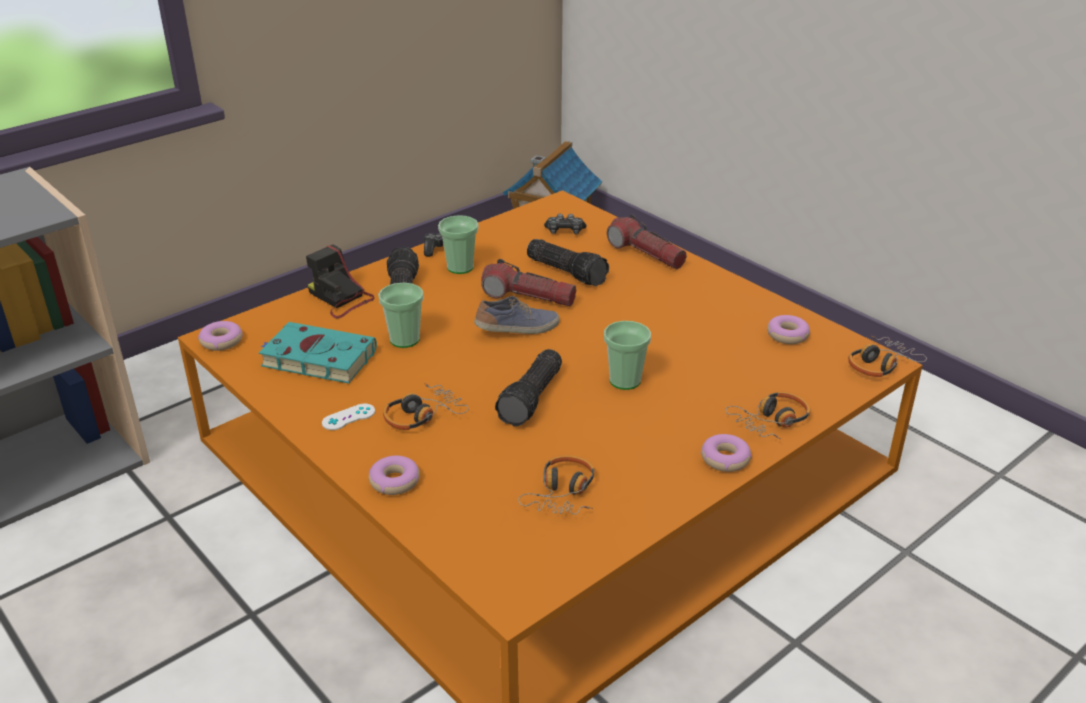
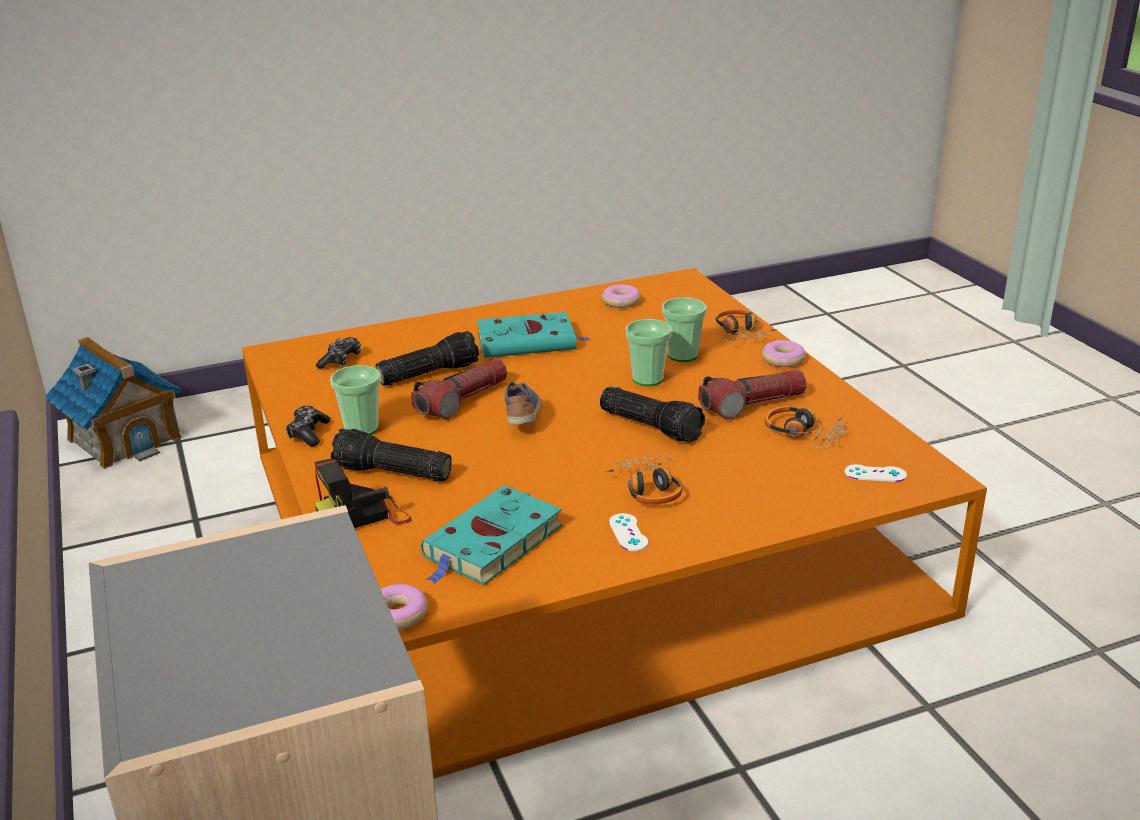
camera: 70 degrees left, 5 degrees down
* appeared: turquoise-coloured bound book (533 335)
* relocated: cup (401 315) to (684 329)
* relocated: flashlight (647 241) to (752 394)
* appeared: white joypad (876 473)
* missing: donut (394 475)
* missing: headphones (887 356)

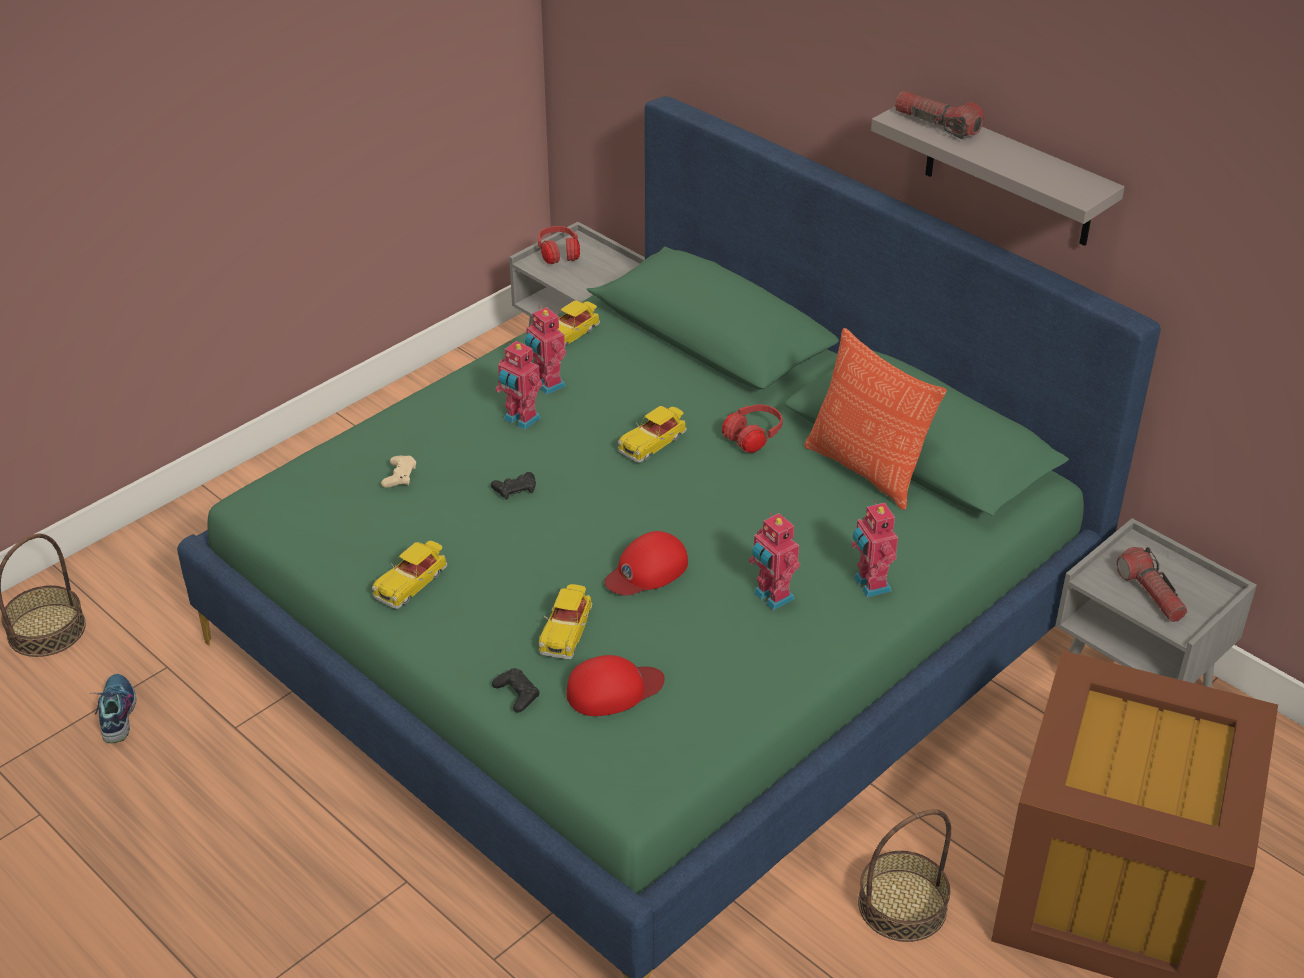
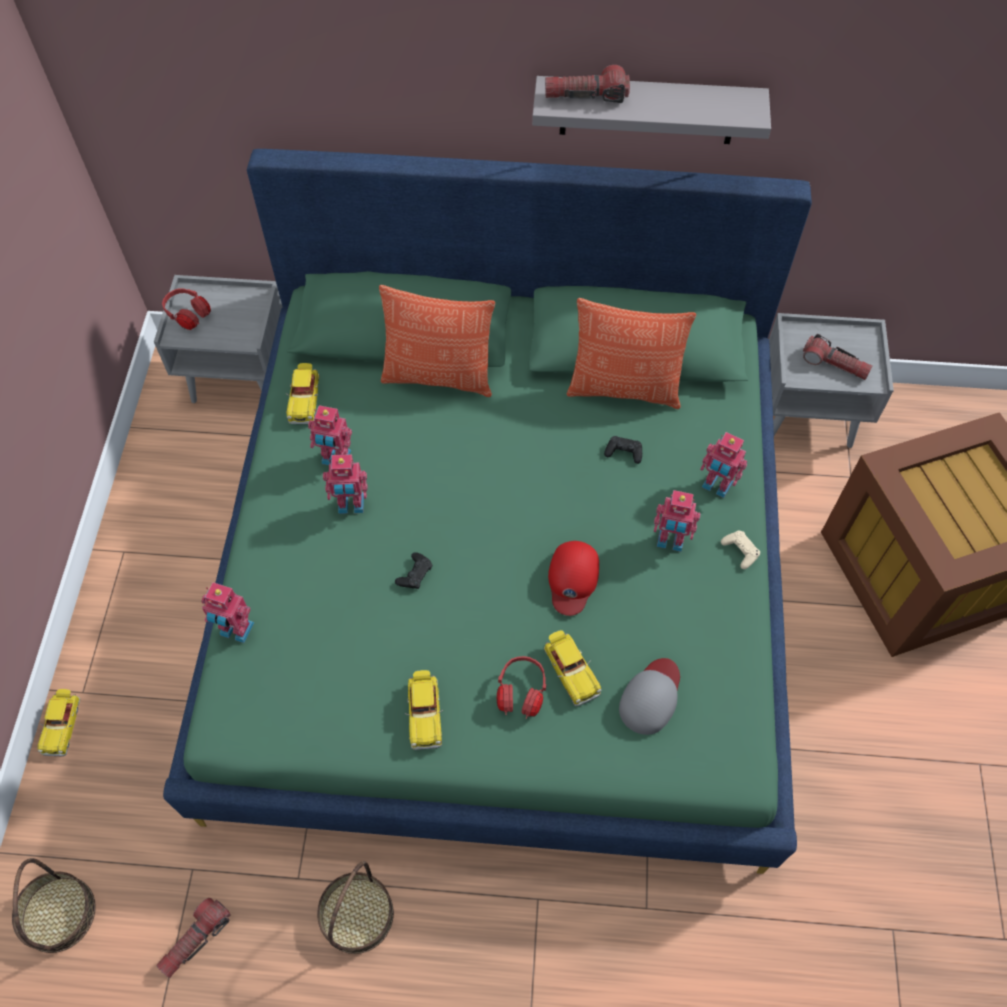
camera: 40 degrees left, 20 degrees up
* relocated: model car (652 434) to (58 722)
* exchanged: shoe (113 708) to flashlight (193 938)
* appeared: toy robot (227 612)
* relocated: basket (904 875) to (355 907)
* appeared: orange-coloured pillow (437 341)
* relocated: red-coloured headphones (752 428) to (521 687)
* relocated: black-coloured joypad (515 690) to (623 450)
* colour: red-coloured baseball cap (615 685) to grey baseball cap (649 696)
* relocated: beige joypad (398 472) to (740 550)

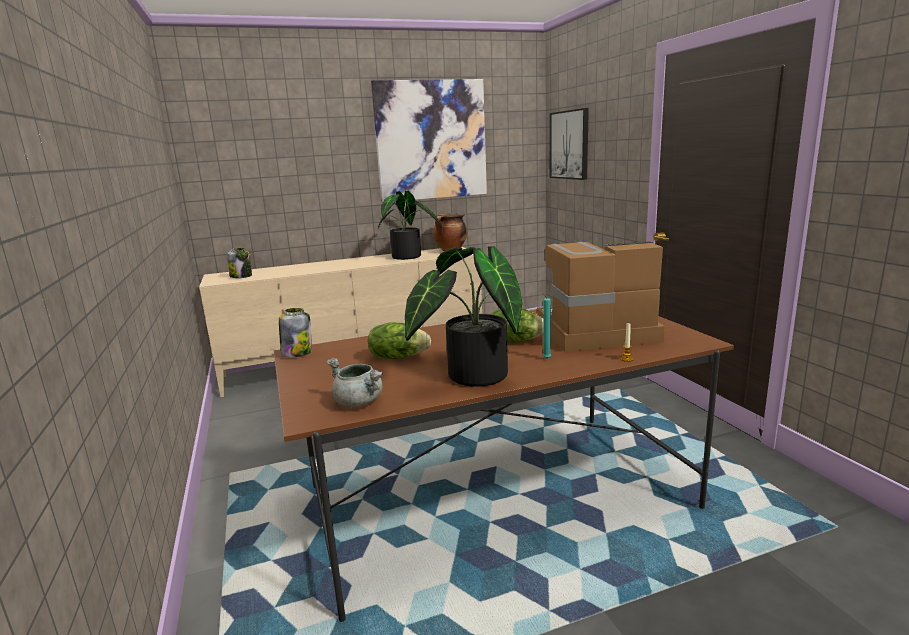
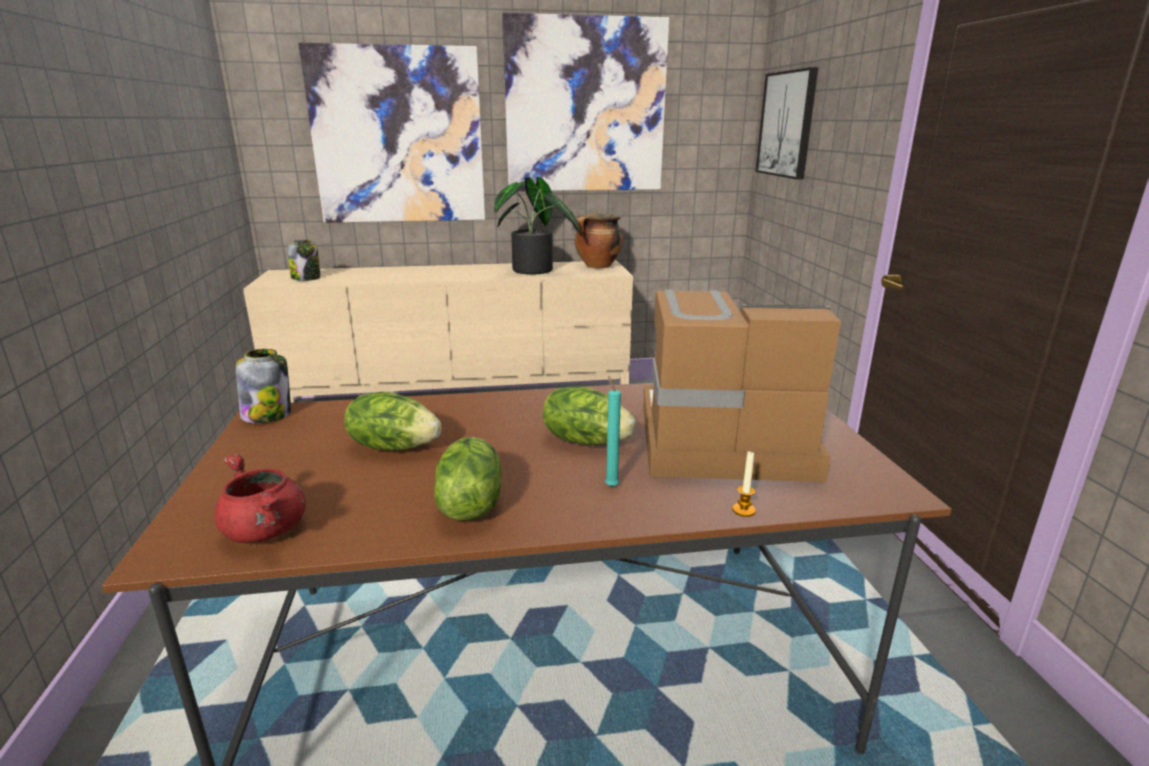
camera: 10 degrees right, 5 degrees up
* colour: grey cooking pot (354 382) to red-coloured cooking pot (260 498)
* appeared: wall art (391 133)
* exchanged: houseplant (463 316) to lettuce head (467 479)

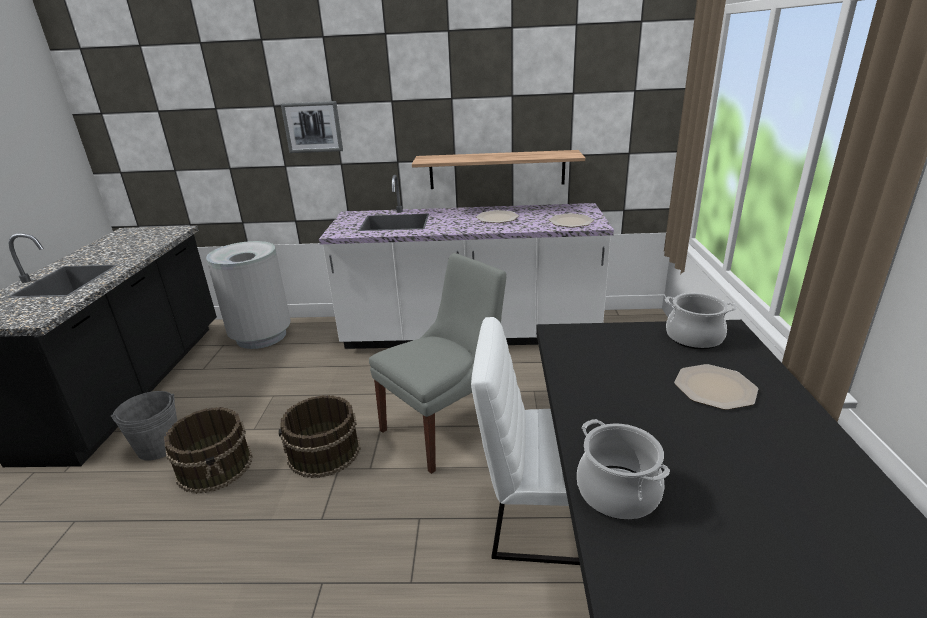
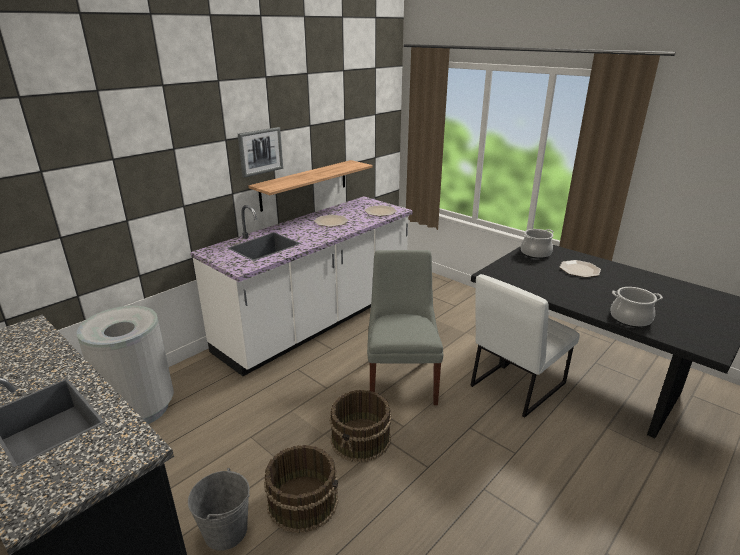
camera: 50 degrees left, 0 degrees up
* relocated: wall art (312 127) to (260 152)

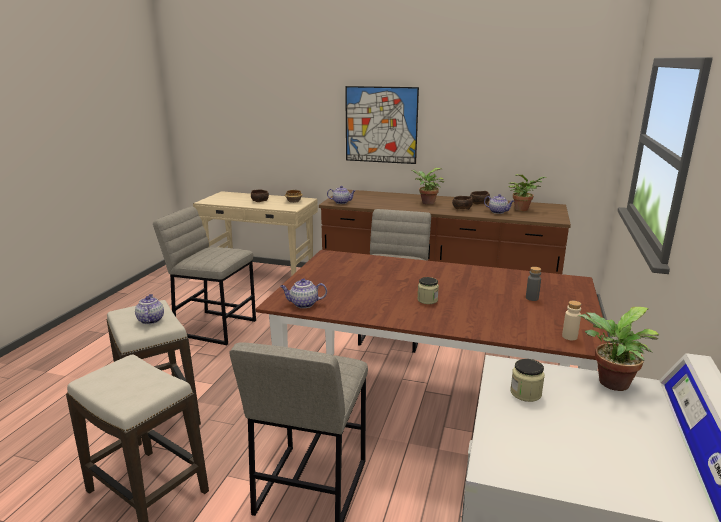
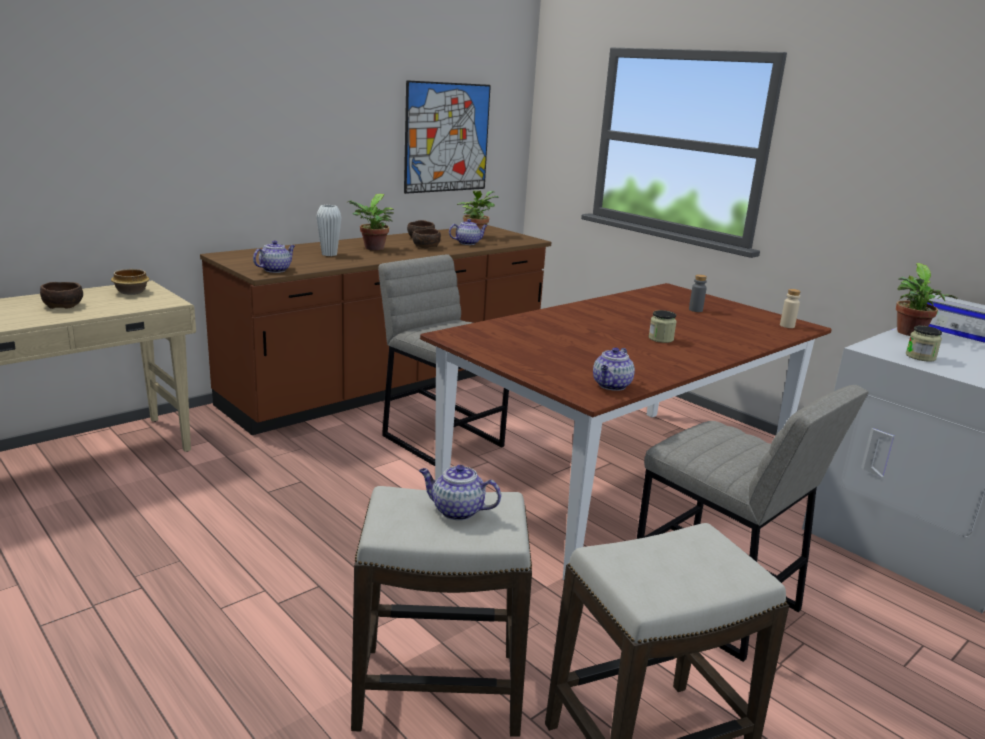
camera: 60 degrees left, 0 degrees up
* appeared: white flower vase (328 230)
* relocated: wall art (382 125) to (447 137)
* missing: grey chair (204 275)

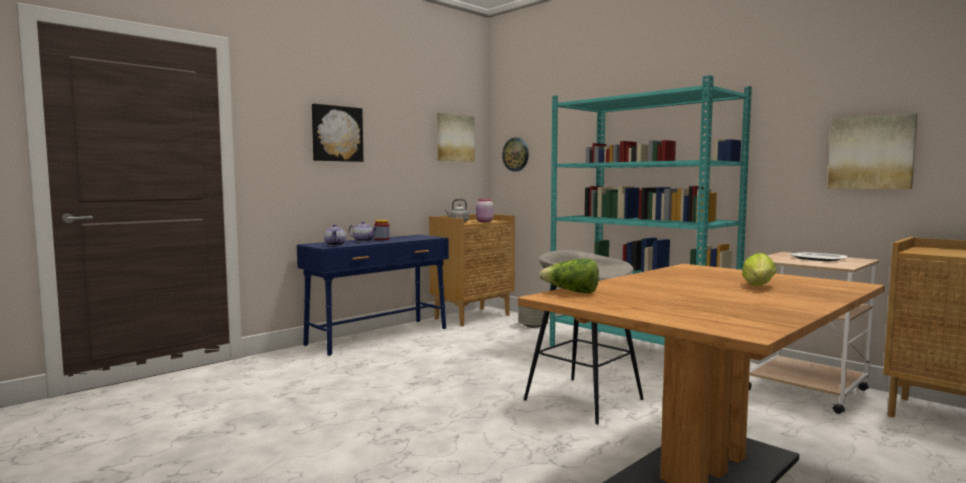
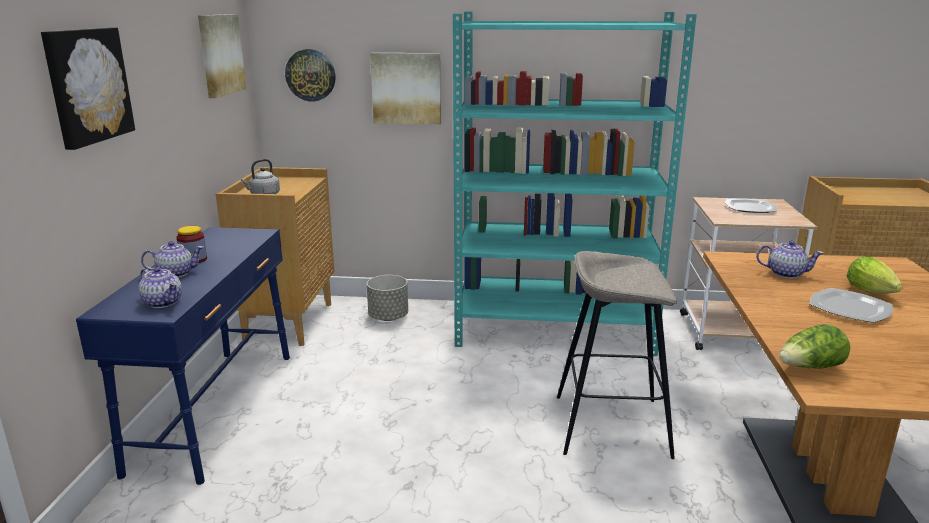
camera: 40 degrees left, 15 degrees up
* relocated: wall art (873 151) to (405 89)
* appeared: tea pot (790 259)
* appeared: flat dish (851 305)
* missing: pinkish preserve jar (484 210)

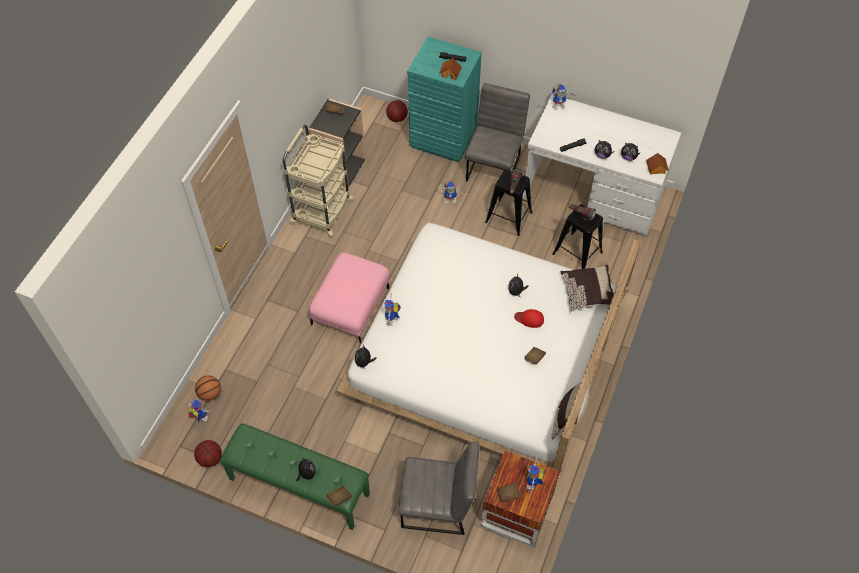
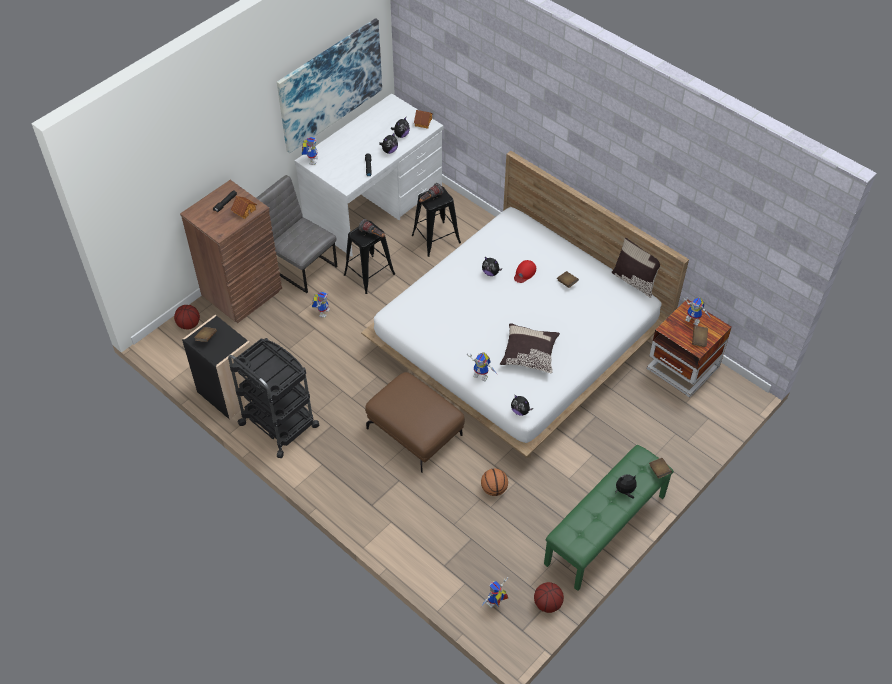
camera: 70 degrees left, 5 degrees down
* colour: turquoise-coloured chest of drawers (444 99) to brownish chest of drawers (231 251)
* colour: beige wheeled cart (318 181) to black-coloured wheeled cart (273 398)
* appeared: wall art (329 85)
* colour: pinkish footrest (349 298) to brownish footrest (415 422)
* relocated: basketball (208 388) to (494 482)
* relocated: pillow (589 288) to (530 348)
* missing: grey chair (438 488)

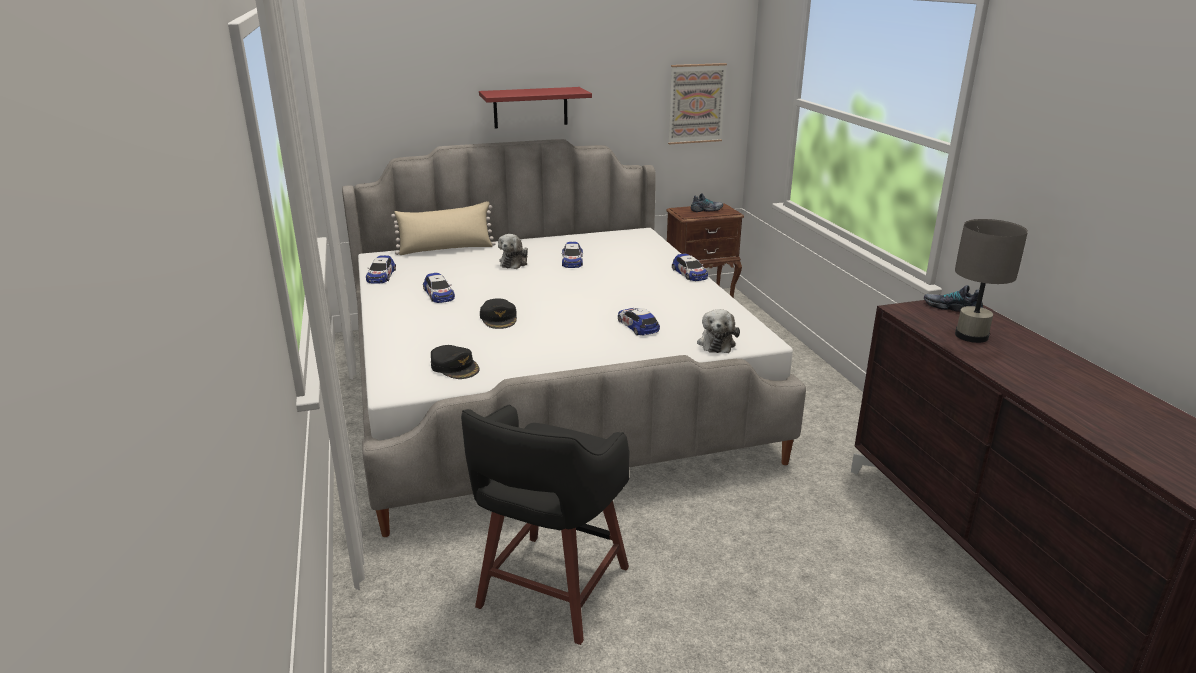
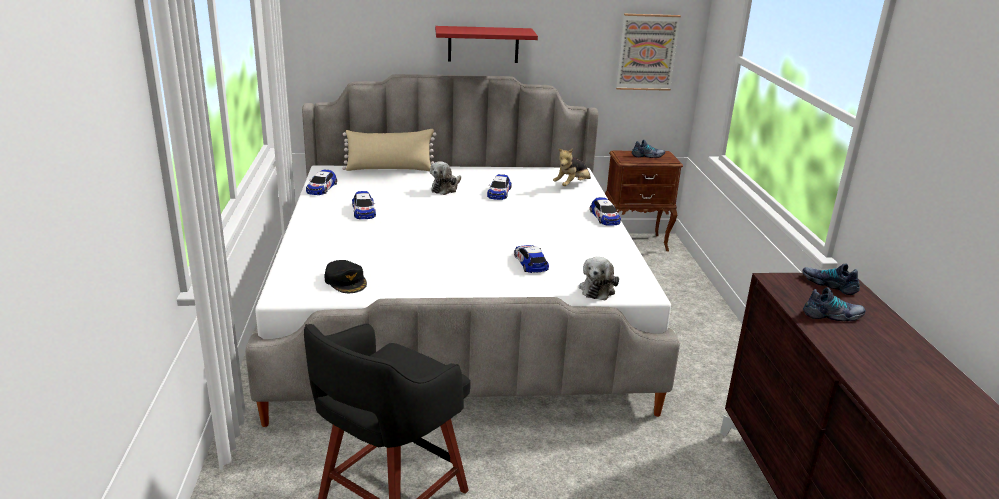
camera: 10 degrees right, 0 degrees up
* appeared: plush toy (572 167)
* exchanged: grey lamp for a table (991 281) to shoe (834 304)
* missing: black-coloured baseball cap (498 313)

